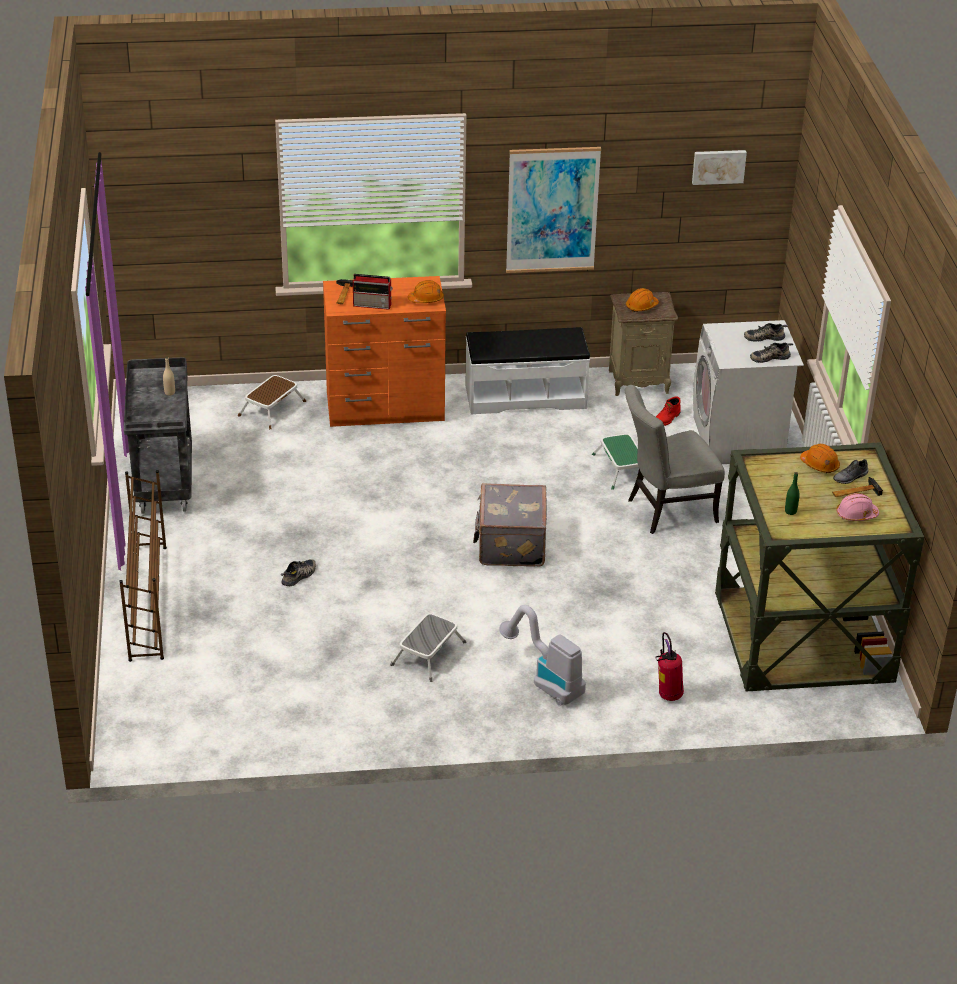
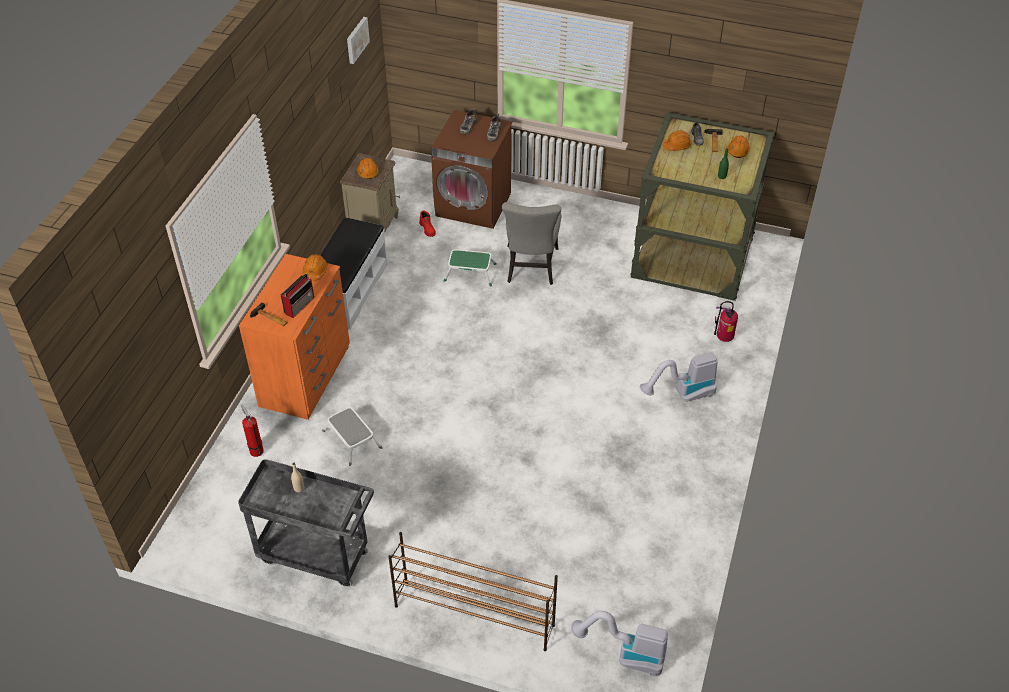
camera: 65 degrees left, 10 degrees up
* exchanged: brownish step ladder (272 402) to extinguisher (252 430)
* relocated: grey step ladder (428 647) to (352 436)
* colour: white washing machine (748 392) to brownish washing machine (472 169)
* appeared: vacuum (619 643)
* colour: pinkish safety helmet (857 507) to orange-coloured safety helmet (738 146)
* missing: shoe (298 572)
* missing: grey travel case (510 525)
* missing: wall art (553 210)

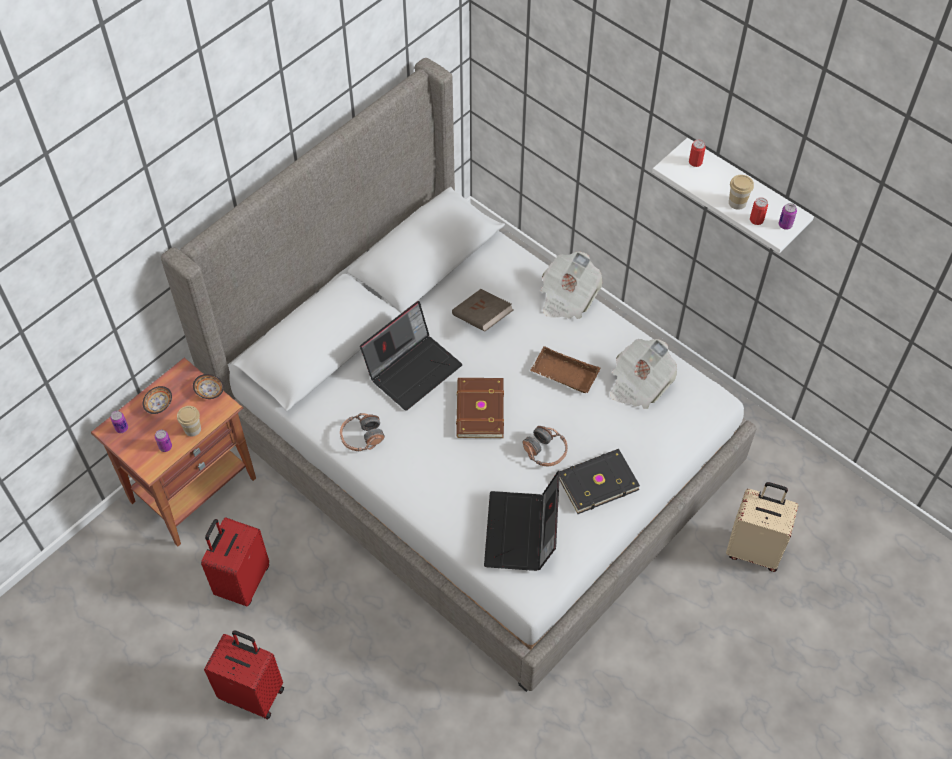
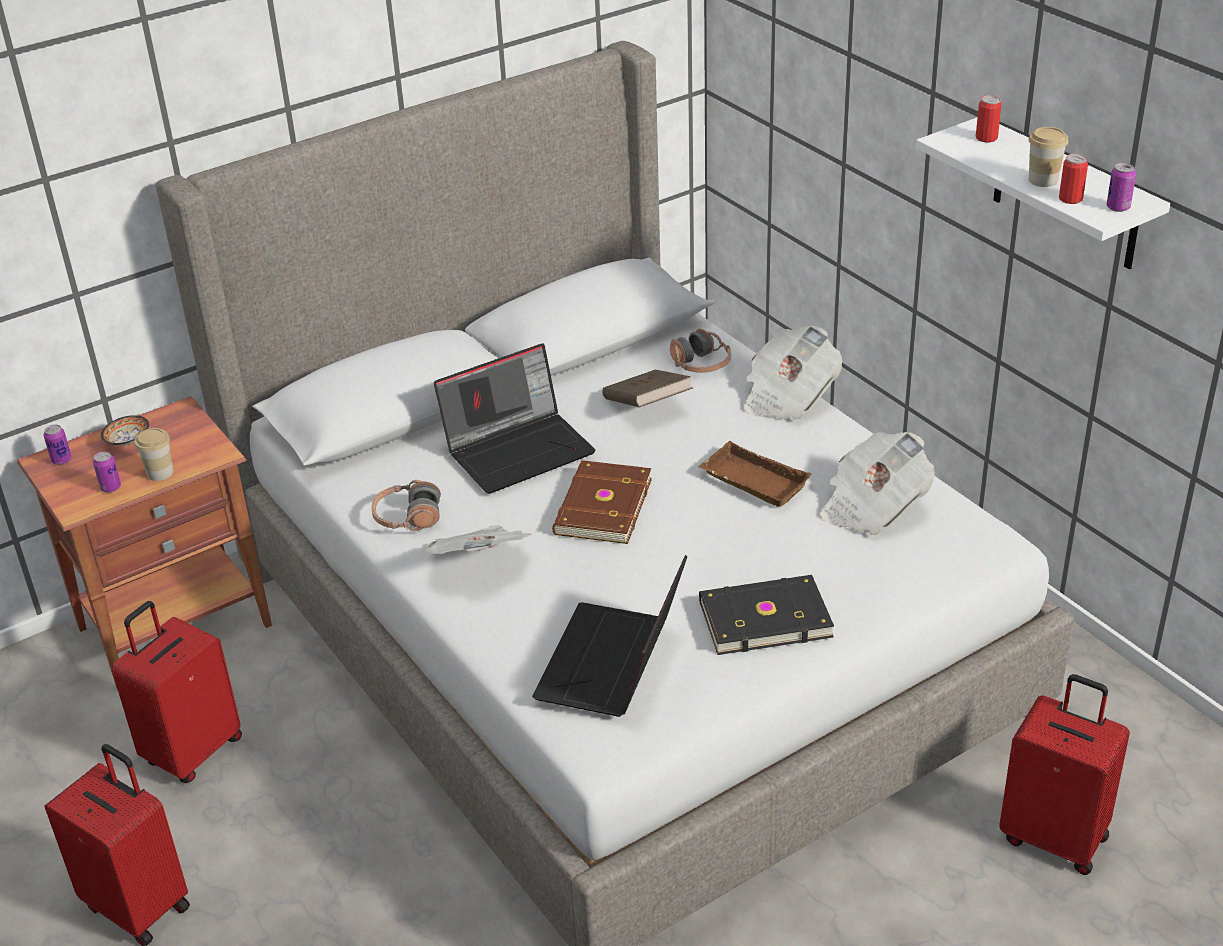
camera: 15 degrees right, 20 degrees down
* appeared: newspaper (478 539)
* relocated: headphones (545 446) to (700 351)
* colour: beige travel case (762 527) to red-coloured travel case (1064 774)
* missing: deep dish (208 386)

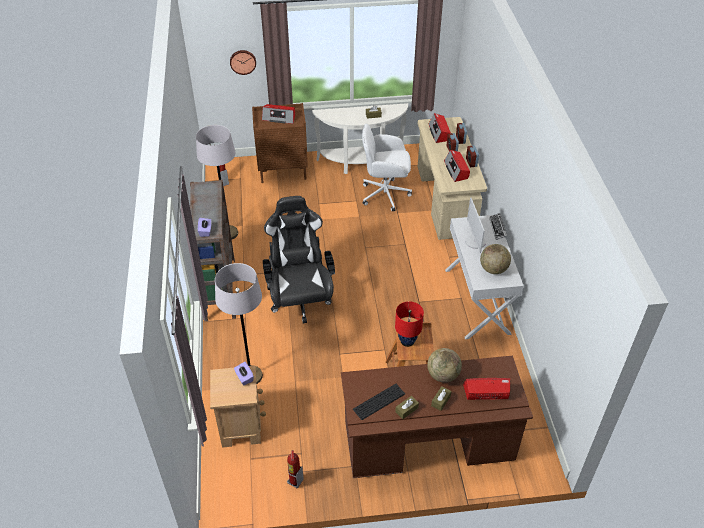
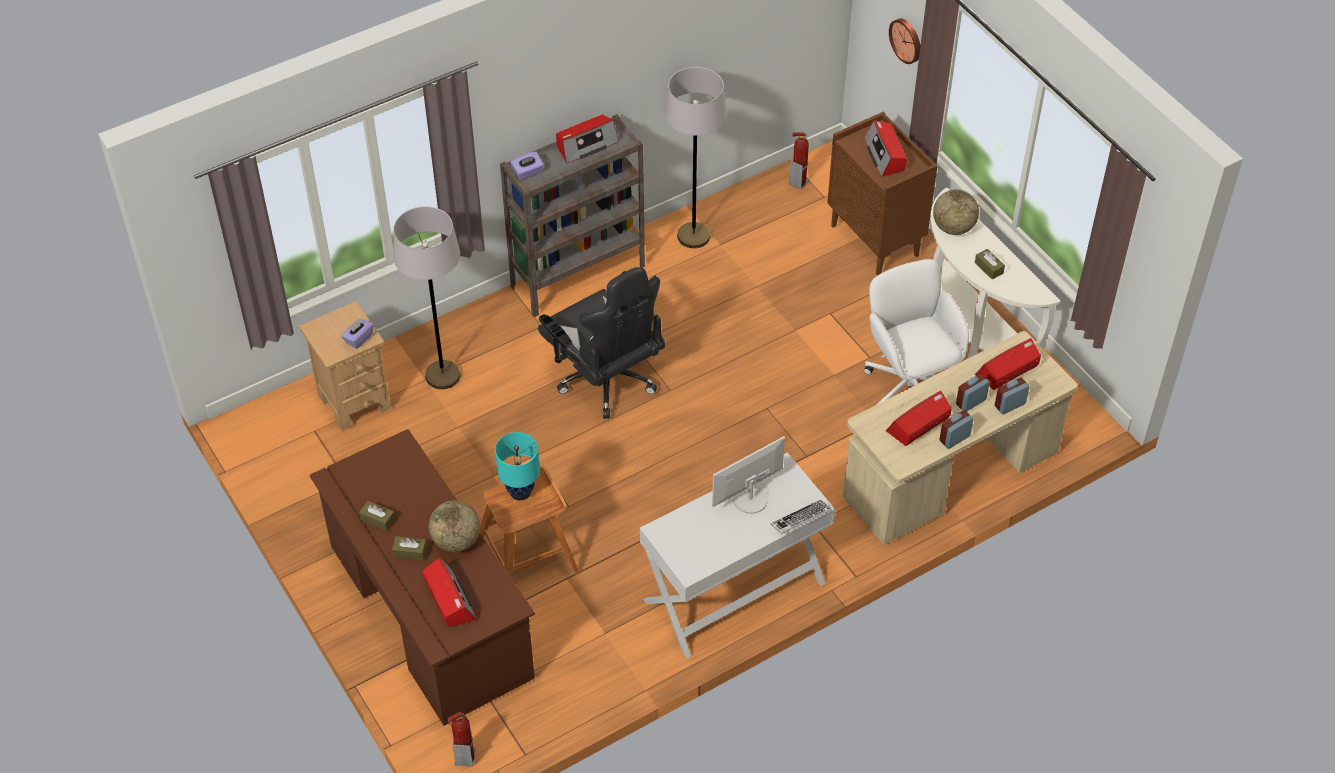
camera: 65 degrees right, 5 degrees up
* relocated: extinguisher (295 469) to (461 739)
* colour: red-coloured lamp for a table (409 324) to turquoise-coloured lamp for a table (517 466)
* spun: black-coloured computer chair (299 260) = (601 343) 90 degrees clockwise
* appeared: radio (587 139)
* relocated: globe (495 259) to (956 212)
* missing: keyboard (379 402)

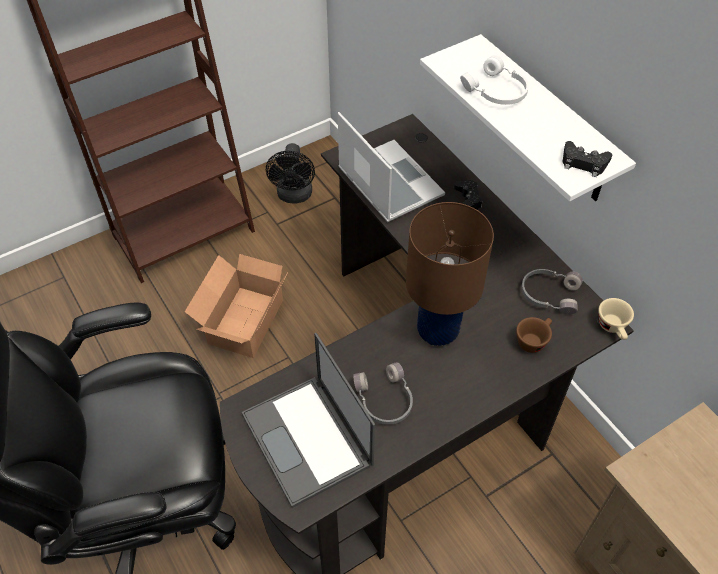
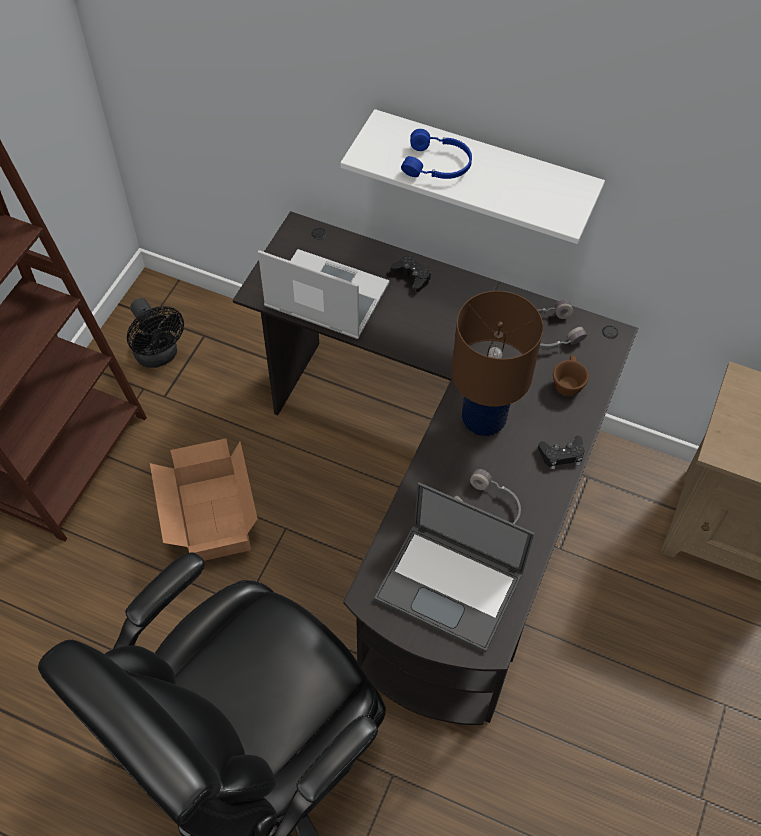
camera: 35 degrees left, 5 degrees up
* colour: white headphones (494 80) to bluish headphones (436 154)
* relocated: black-coloured joypad (587 159) to (561 453)
* missing: beige cup (616 319)

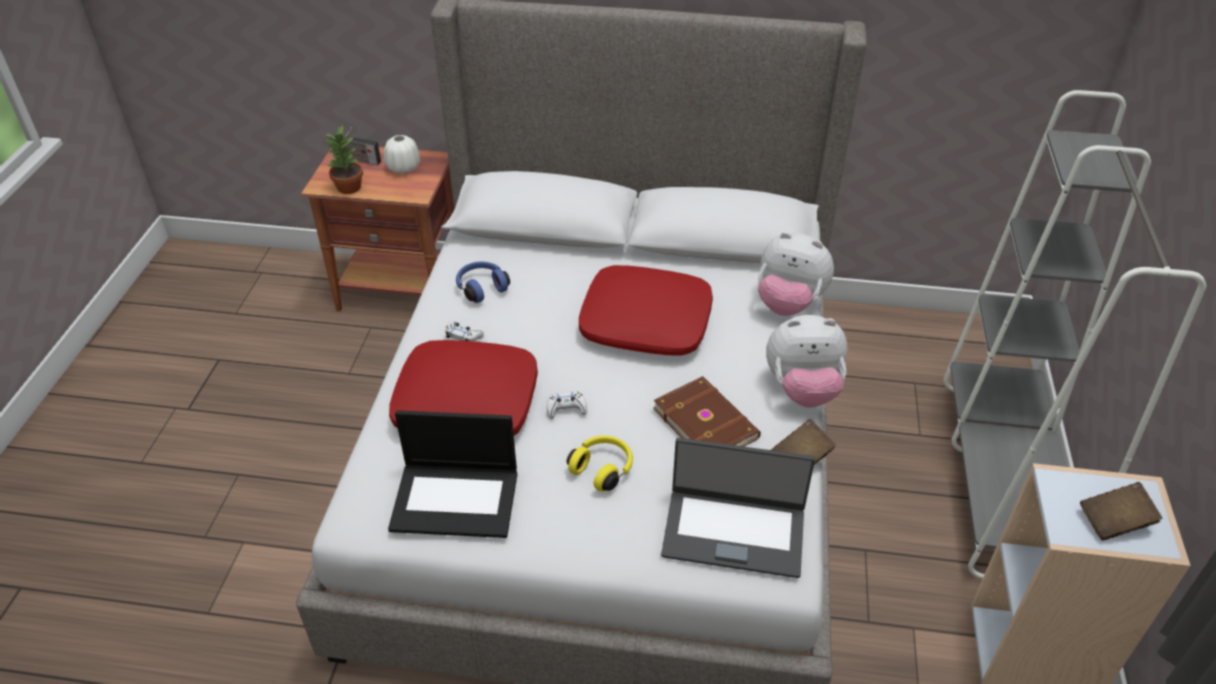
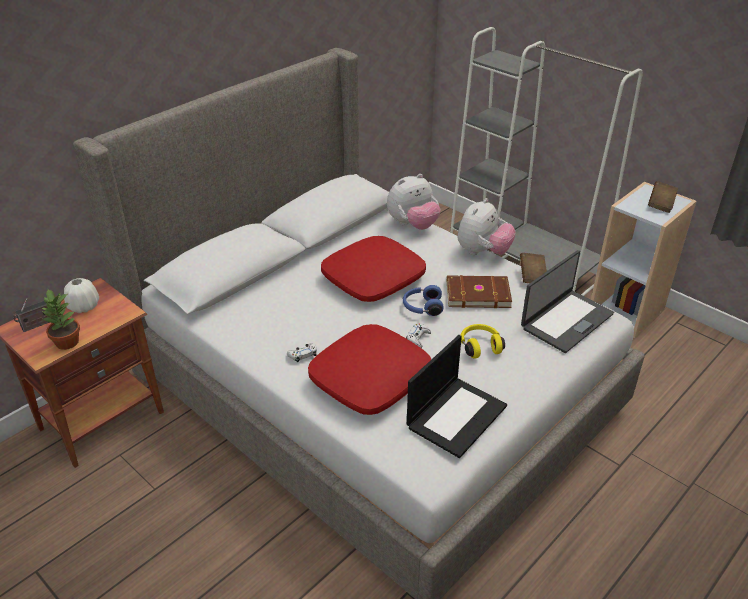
camera: 55 degrees left, 5 degrees down
* relocated: bluish headphones (483 282) to (423 300)

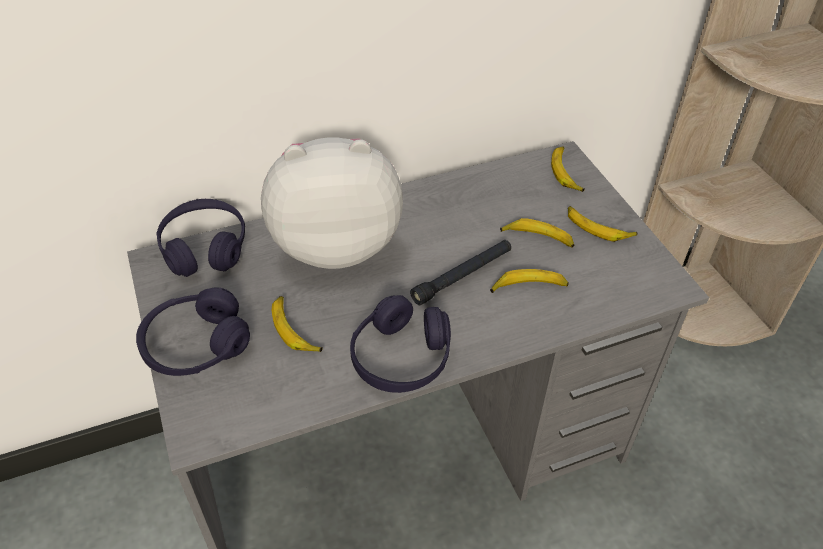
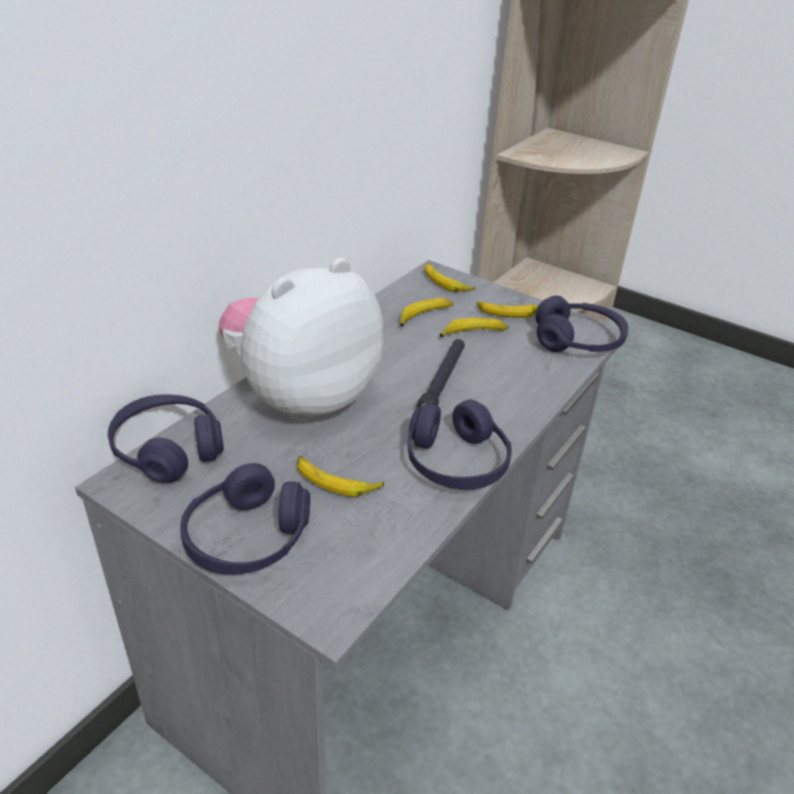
camera: 35 degrees left, 10 degrees down
* relocated: whole banana (529 281) to (426 312)
* appeared: purple headphones (581 323)

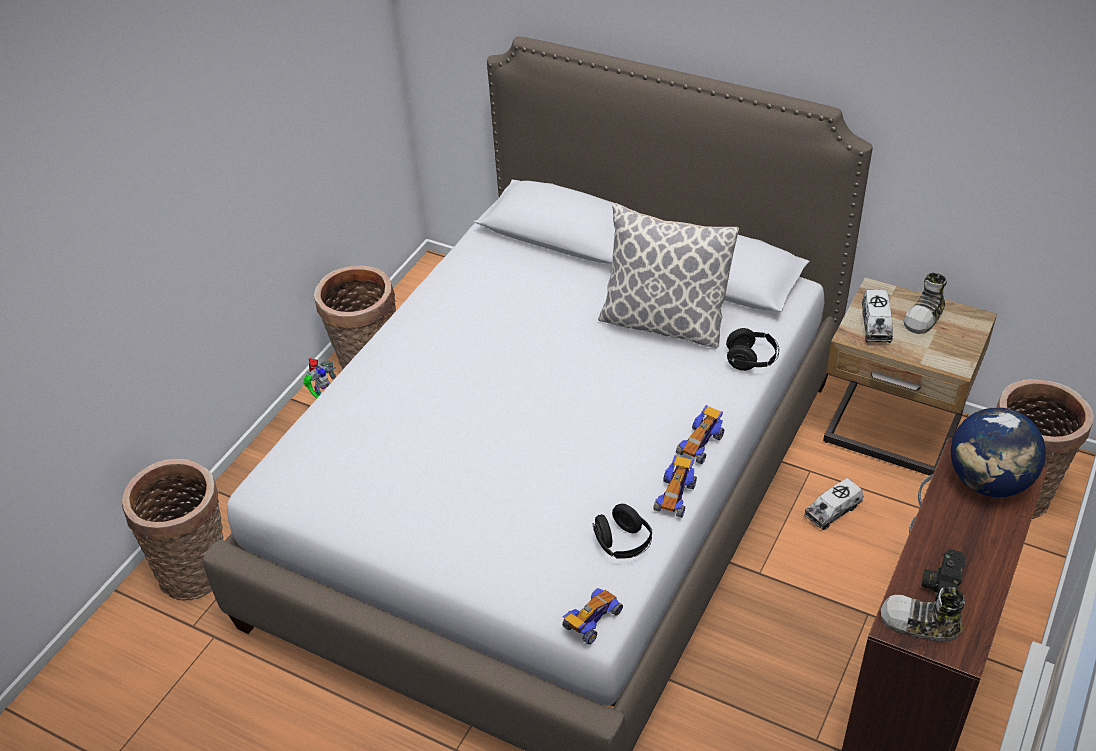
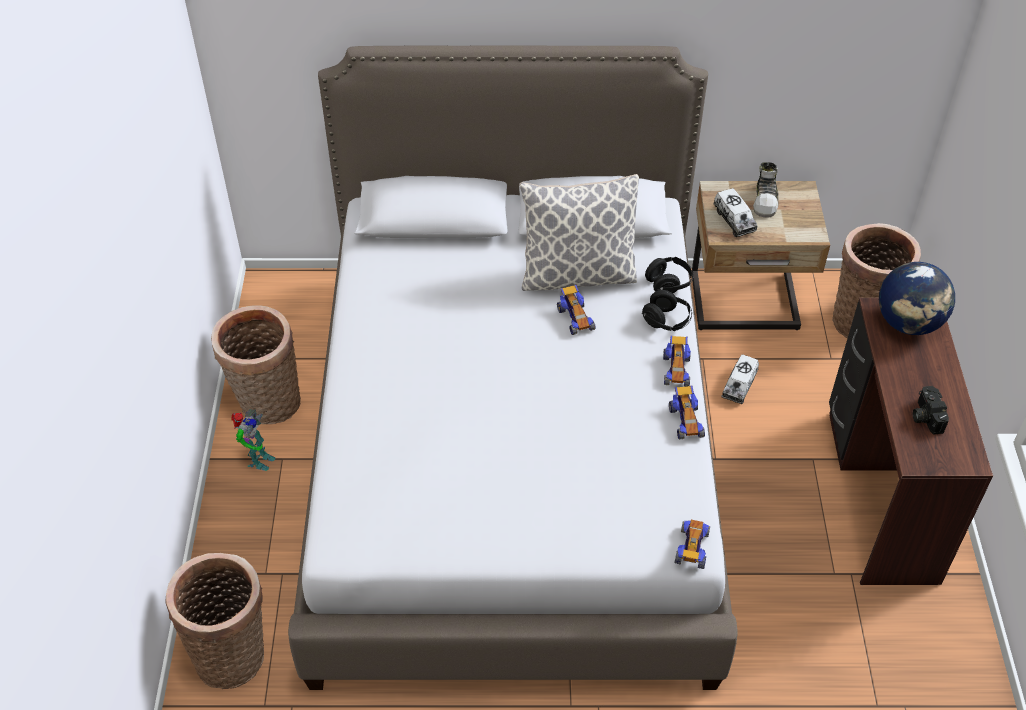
camera: 30 degrees left, 5 degrees up
* appeared: model car (576 310)
* relocated: black-coloured headphones (622 531) to (667 310)
* missing: shoe (923 614)

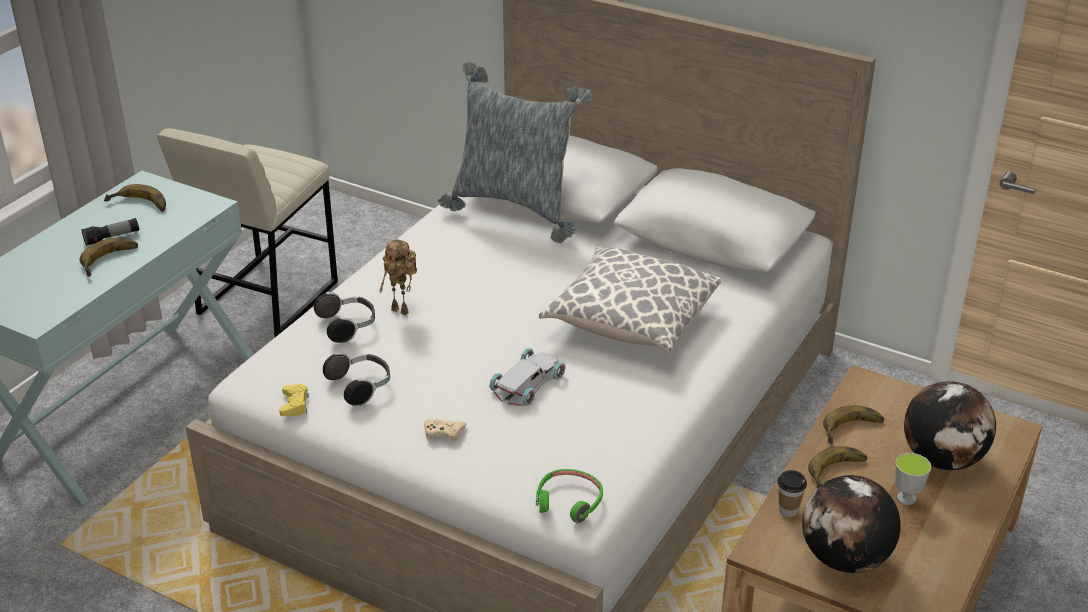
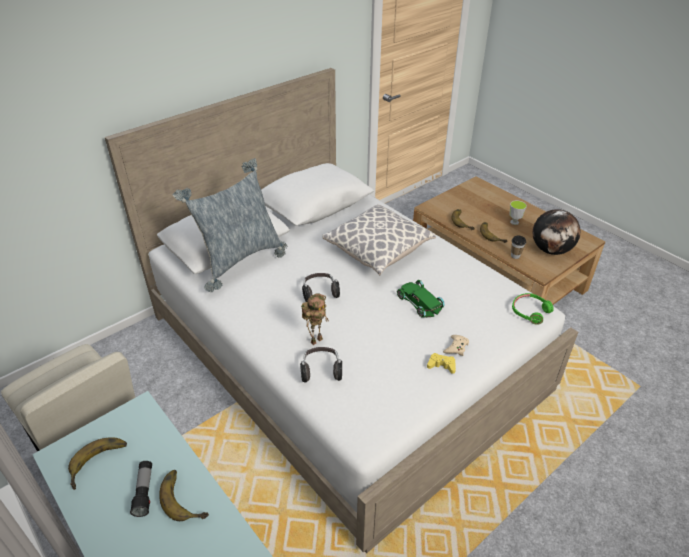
camera: 70 degrees left, 5 degrees up
* relocated: headphones (356 379) to (321 287)
* colour: white model car (527 377) to green-coloured model car (421 299)
* relocated: yellow joypad (294 400) to (441 363)
* missing: globe (950 425)

